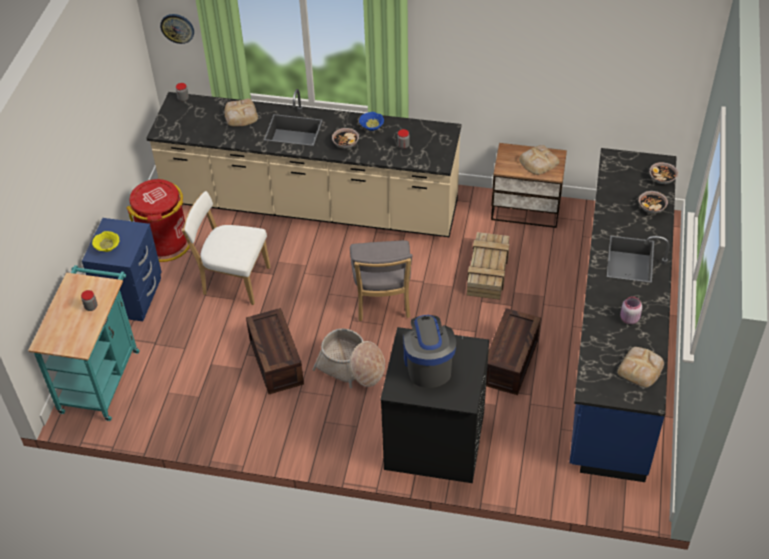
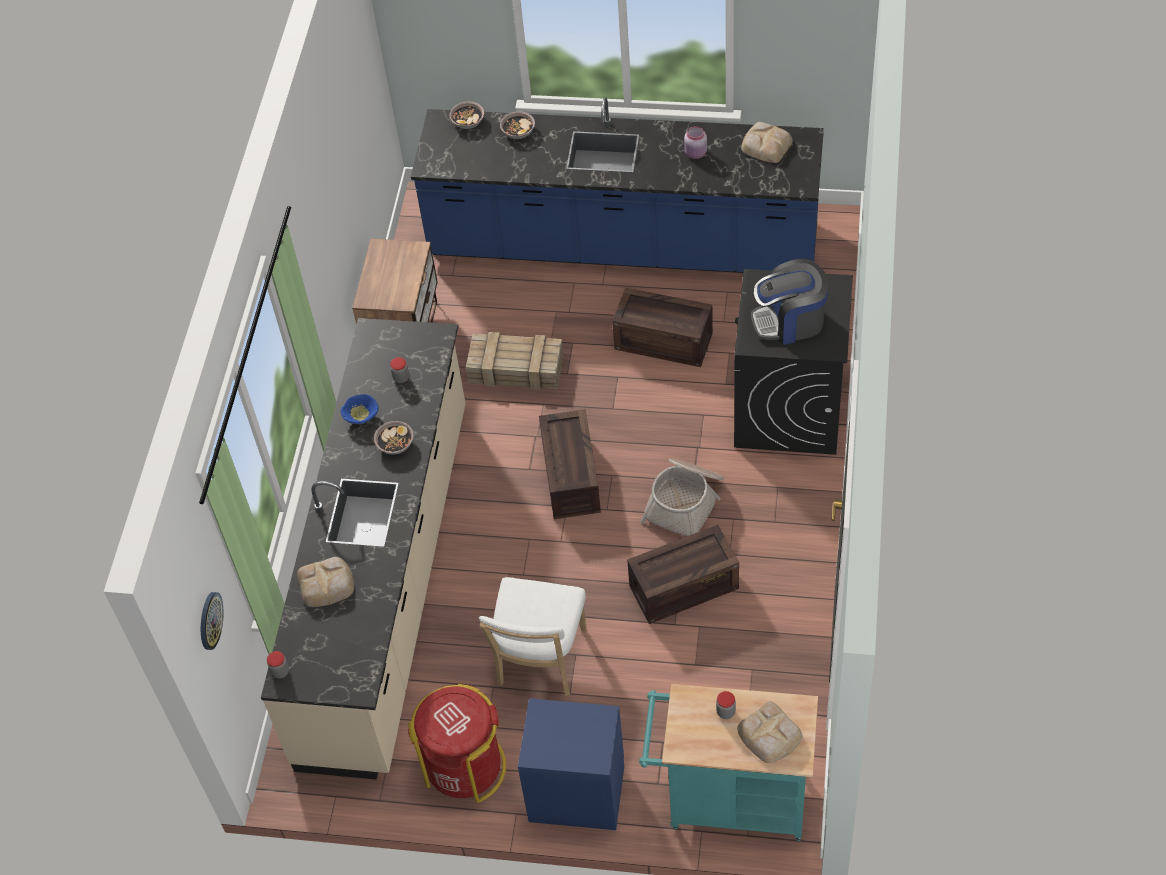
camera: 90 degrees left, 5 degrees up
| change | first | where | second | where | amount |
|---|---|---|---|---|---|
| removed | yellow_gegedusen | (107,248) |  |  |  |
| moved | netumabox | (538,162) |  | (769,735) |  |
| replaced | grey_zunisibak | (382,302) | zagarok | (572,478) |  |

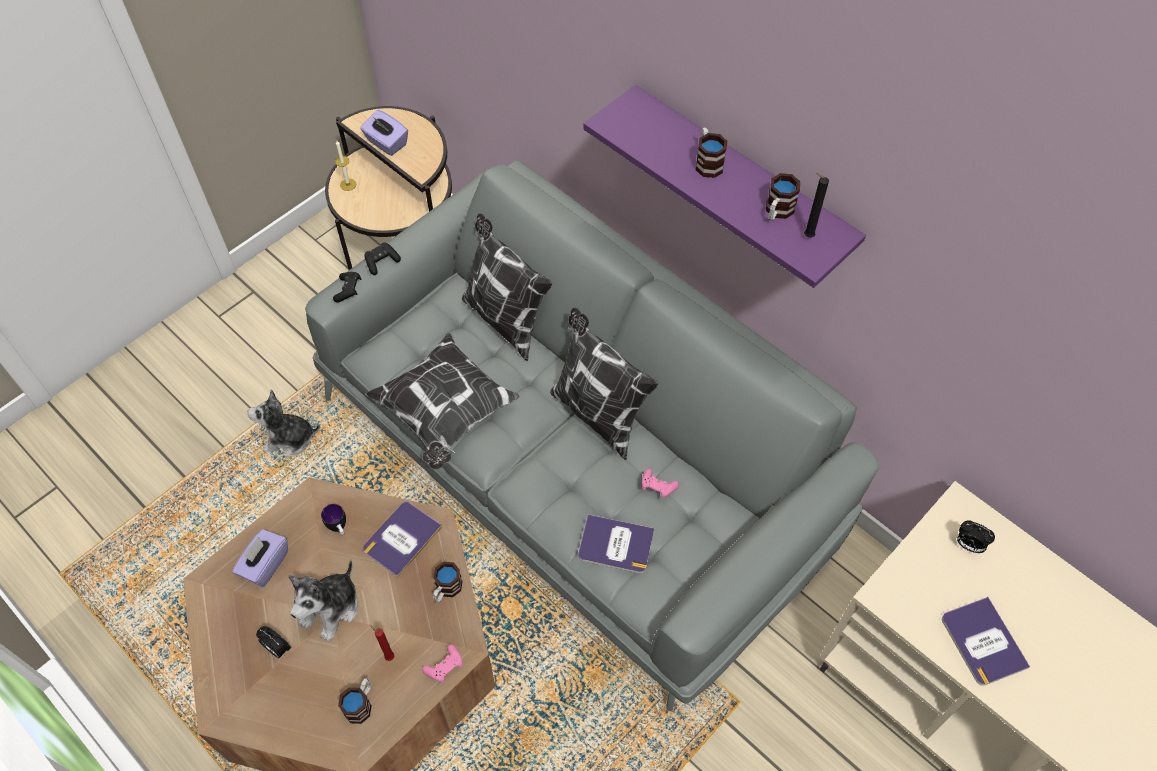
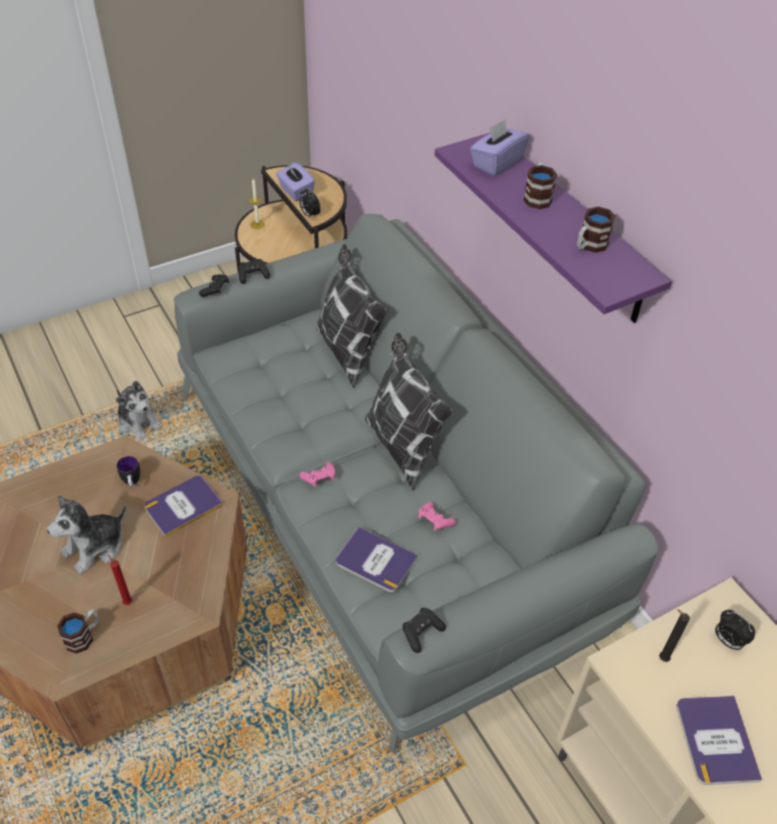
camera: 15 degrees right, 10 degrees down
| change | first | where | second | where | amount |
|---|---|---|---|---|---|
| removed | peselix | (445,413) |  |  |  |
| removed | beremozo | (446,590) |  |  |  |
| added |  |  | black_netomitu | (421,633) |  |
| moved | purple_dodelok | (265,565) |  | (496,163) |  |
| moved | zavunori | (277,648) |  | (309,215) |  |
| moved | pink_netomitu | (445,667) |  | (319,479) |  |
| moved | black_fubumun | (806,236) |  | (661,658) |  |
| turned | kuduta | (289,439) |  | (139,422) | 150 degrees counterclockwise |

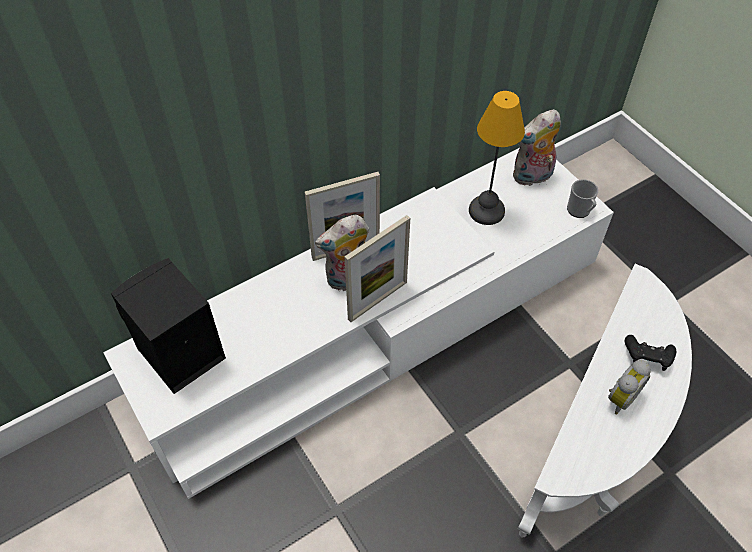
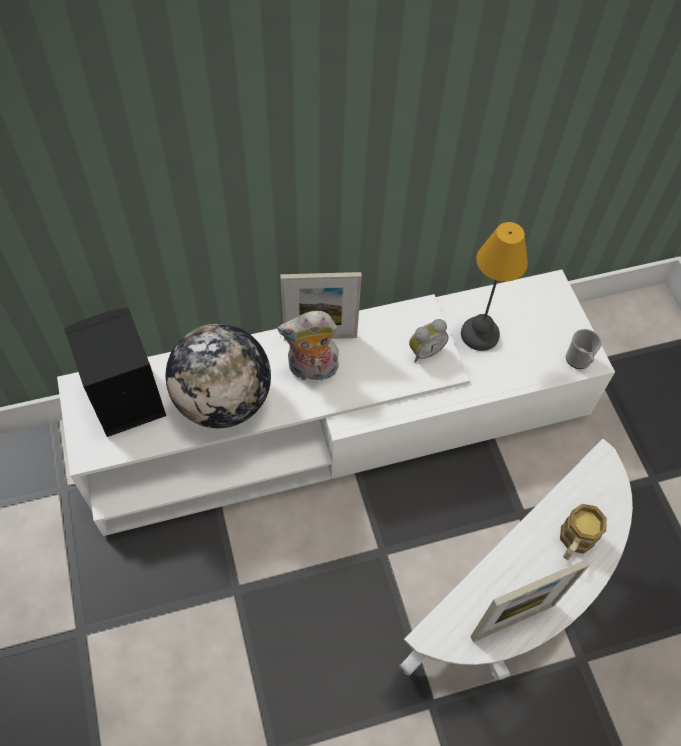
camera: 15 degrees right, 5 degrees up
| change | first | where | second | where | amount |
|---|---|---|---|---|---|
| removed | kuduta | (532,177) |  |  |  |
| added |  |  | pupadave | (223,401) |  |
| moved | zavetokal | (377,300) |  | (512,621) |  |
| moved | zavunori | (619,397) |  | (424,351) |  |
| replaced | black_netomitu | (647,357) | beremozo | (573,542) |  |

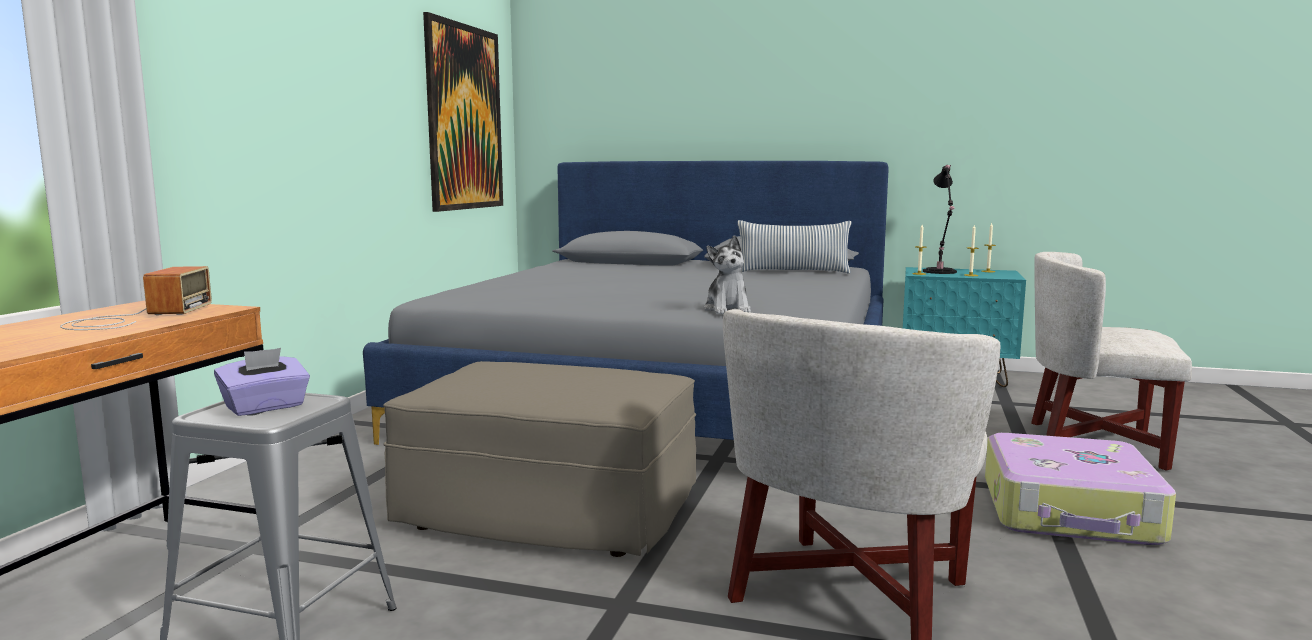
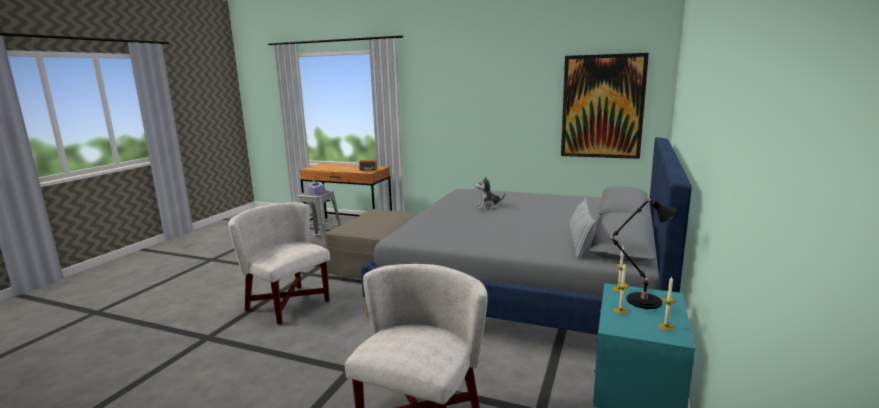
camera: 95 degrees right, 5 degrees up
| change | first | where | second | where | amount |
|---|---|---|---|---|---|
| removed | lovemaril | (1070,512) |  |  |  |
| moved | kuduta | (727,309) |  | (488,206) |  |

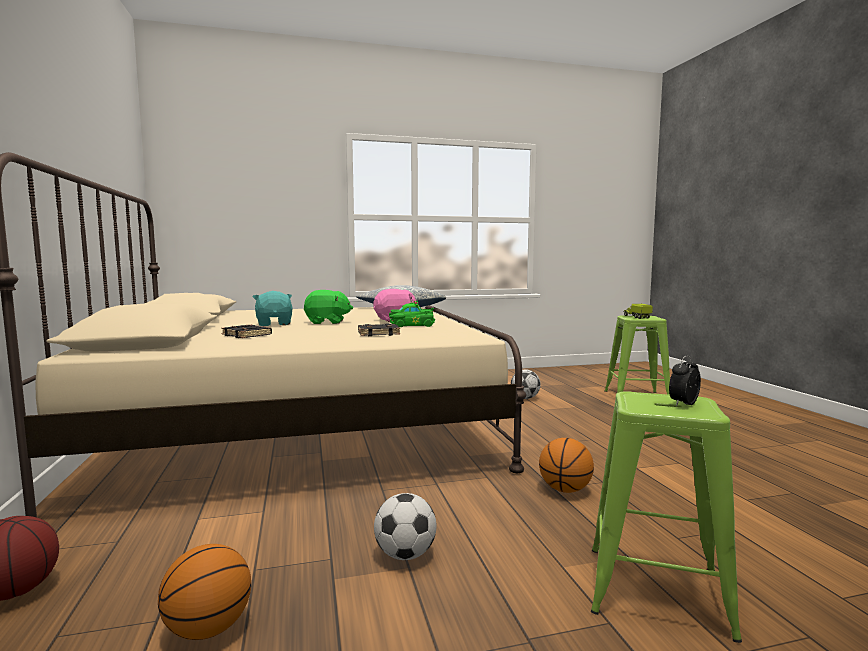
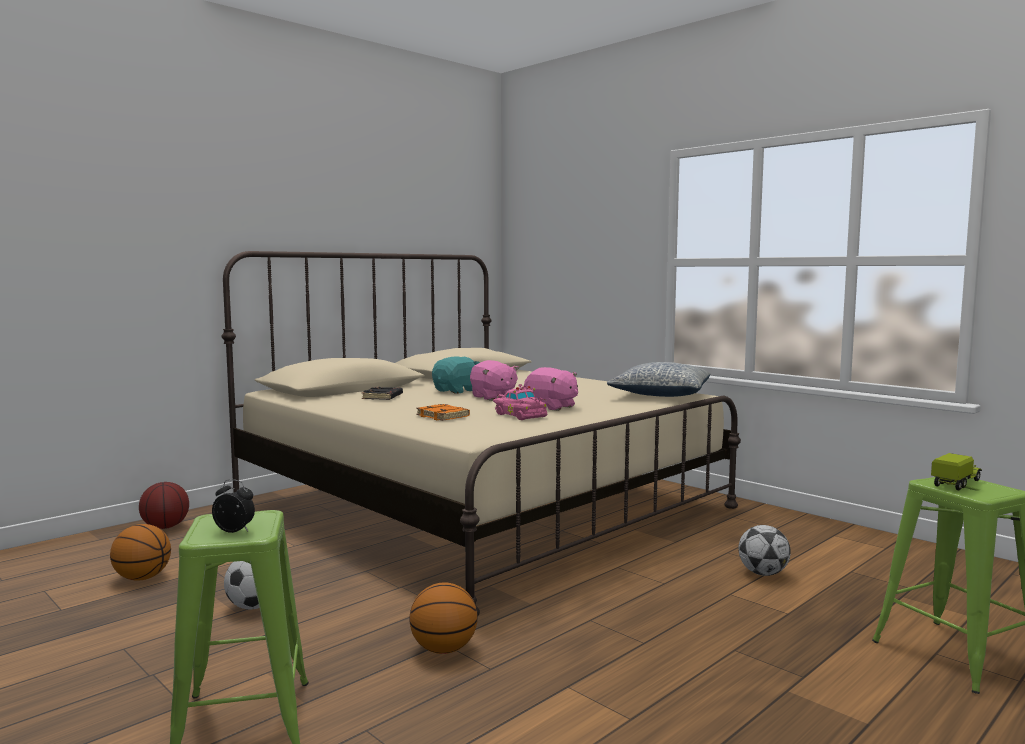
camera: 60 degrees right, 0 degrees up
| change | first | where | second | where | amount |
|---|---|---|---|---|---|
| recoloured | green_kuduta | (327,322) | pink_kuduta | (493,397) |  |
| recoloured | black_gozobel | (379,333) | orange_gozobel | (443,416) |  |
| recoloured | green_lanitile | (410,325) | pink_lanitile | (520,415) |  |

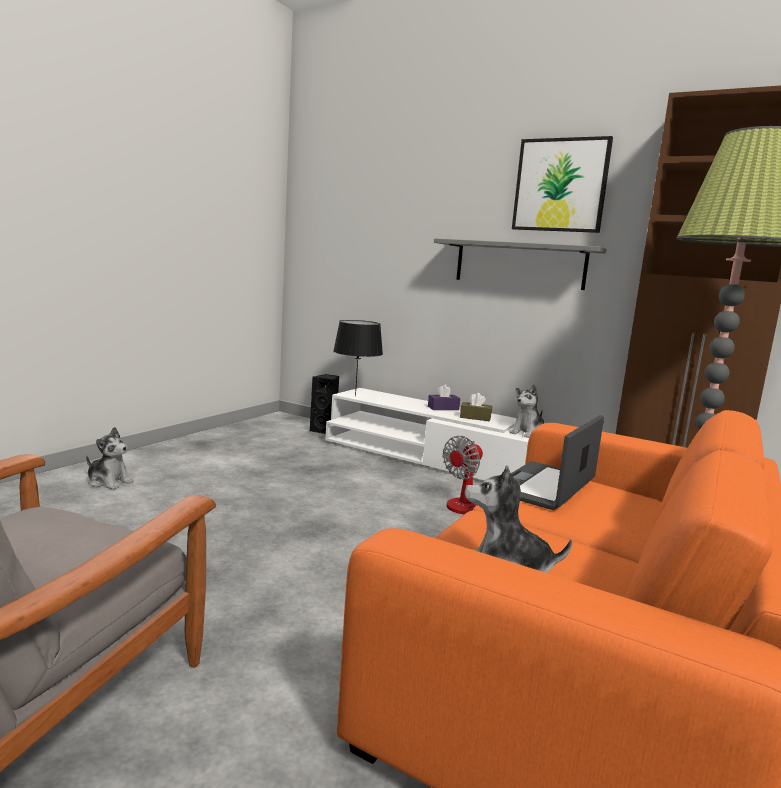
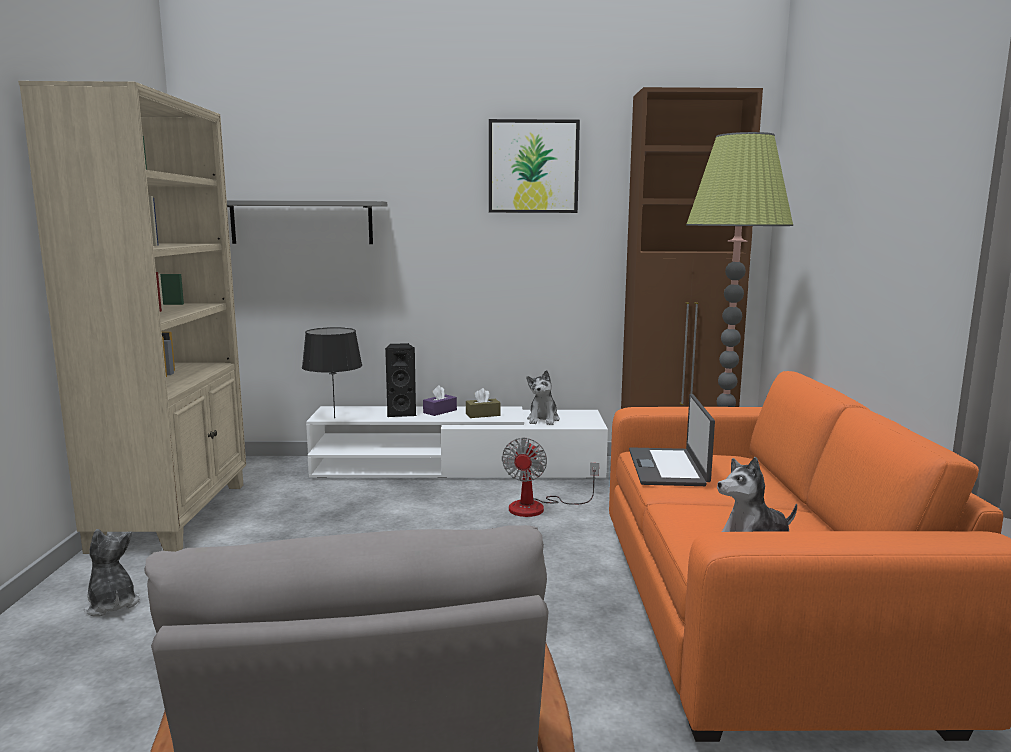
camera: 30 degrees left, 0 degrees up
| change | first | where | second | where | amount |
|---|---|---|---|---|---|
| added |  |  | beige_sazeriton | (175,515) |  |
| moved | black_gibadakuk | (324,431) |  | (401,413) |  |
| moved | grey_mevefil | (519,264) |  | (301,222) |  |
| turned | kuduta | (109,482) |  | (111,604) | 120 degrees counterclockwise |

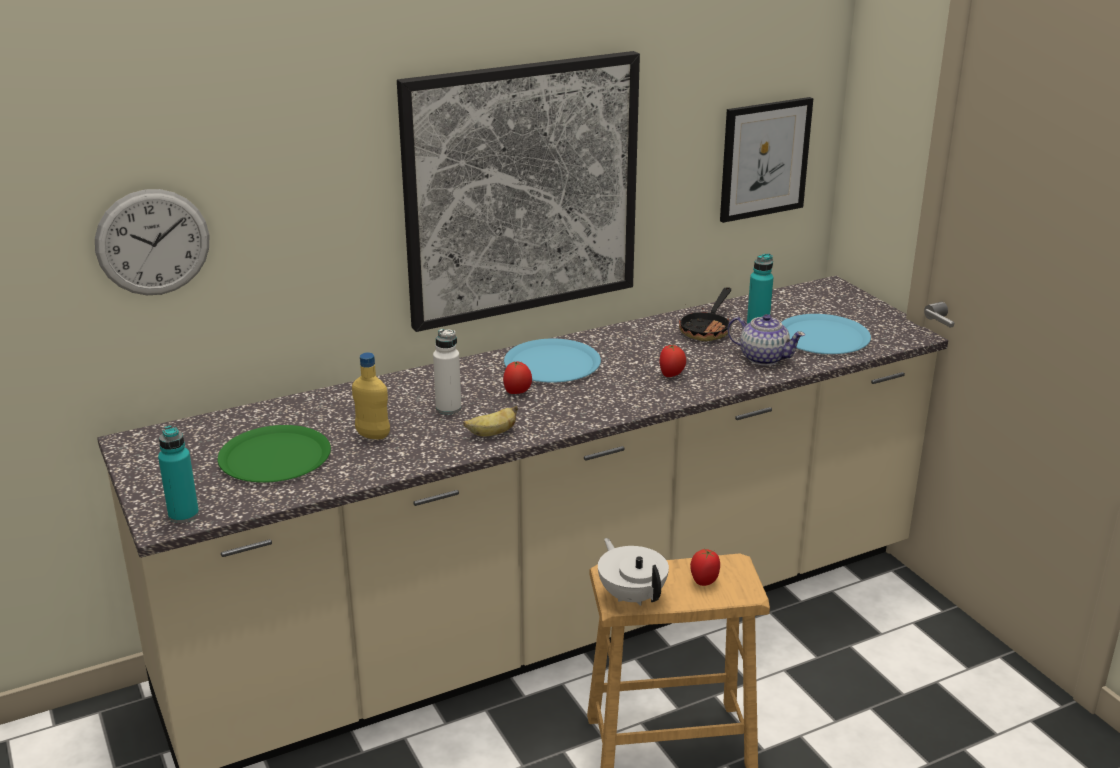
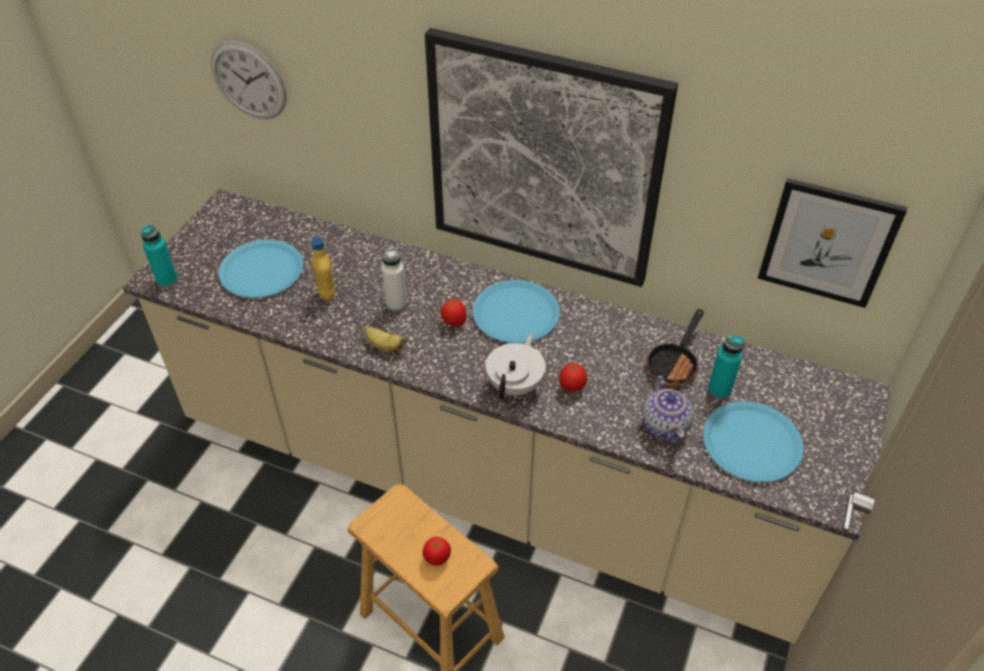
camera: 50 degrees right, 20 degrees up
| change | first | where | second | where | amount |
|---|---|---|---|---|---|
| moved | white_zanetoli | (632,595) |  | (515,385) |  |
| recoloured | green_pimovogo | (274,456) | blue_pimovogo | (261,270) |  |
| turned | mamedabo | (707,329) |  | (674,363) | 45 degrees counterclockwise |

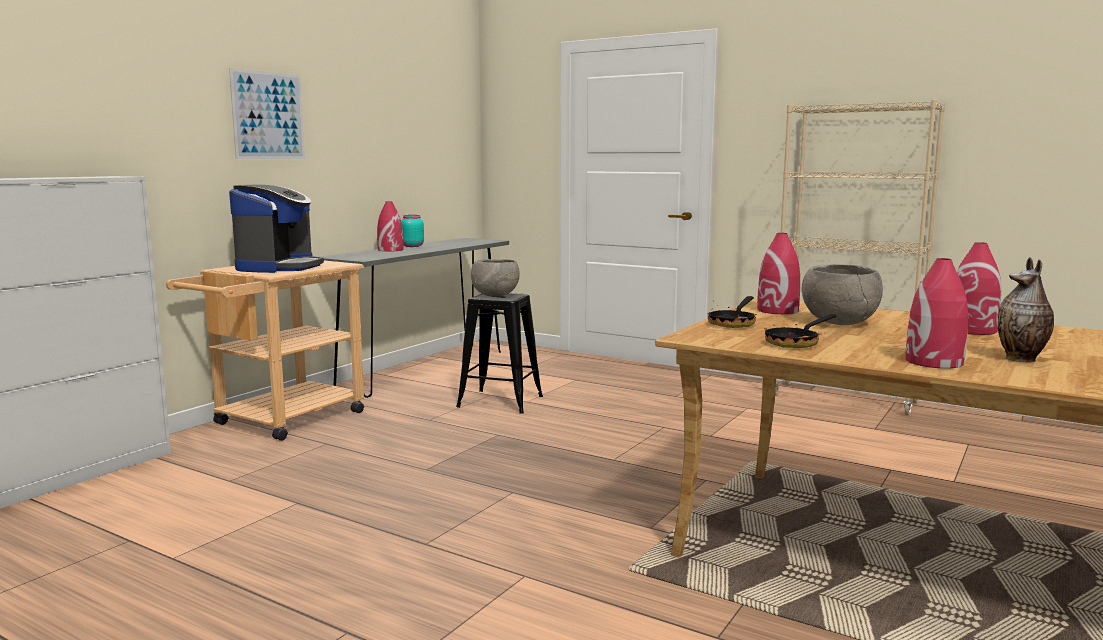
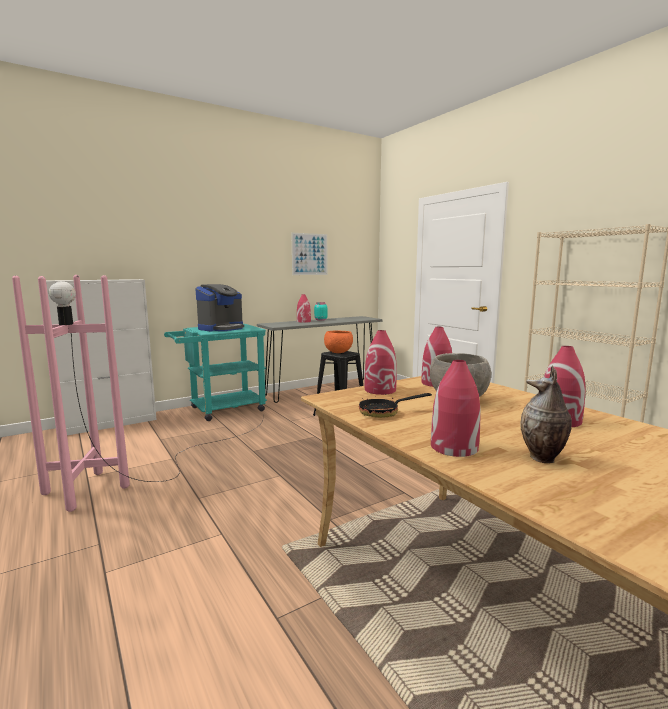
camera: 25 degrees right, 0 degrees up
| change | first | where | second | where | amount |
|---|---|---|---|---|---|
| added |  |  | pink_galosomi | (149,469) |  |
| moved | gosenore | (268,115) |  | (309,254) |  |
| replaced | mamedabo | (734,323) | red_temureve | (380,390) |  |
| recoloured | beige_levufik | (280,421) | turquoise_levufik | (221,410) |  |
| recoloured | grey_gegedusen | (496,296) | orange_gegedusen | (338,352) |  |

